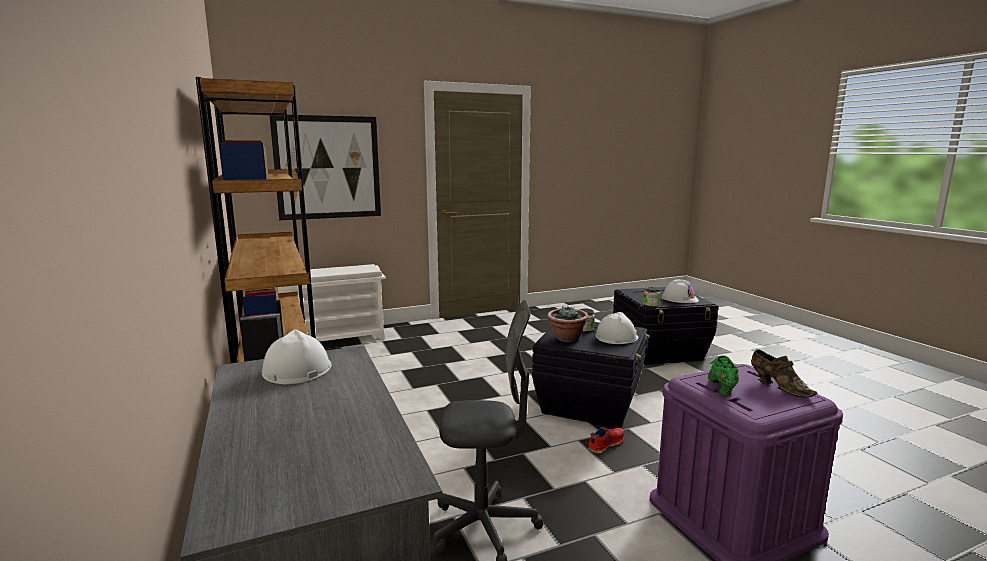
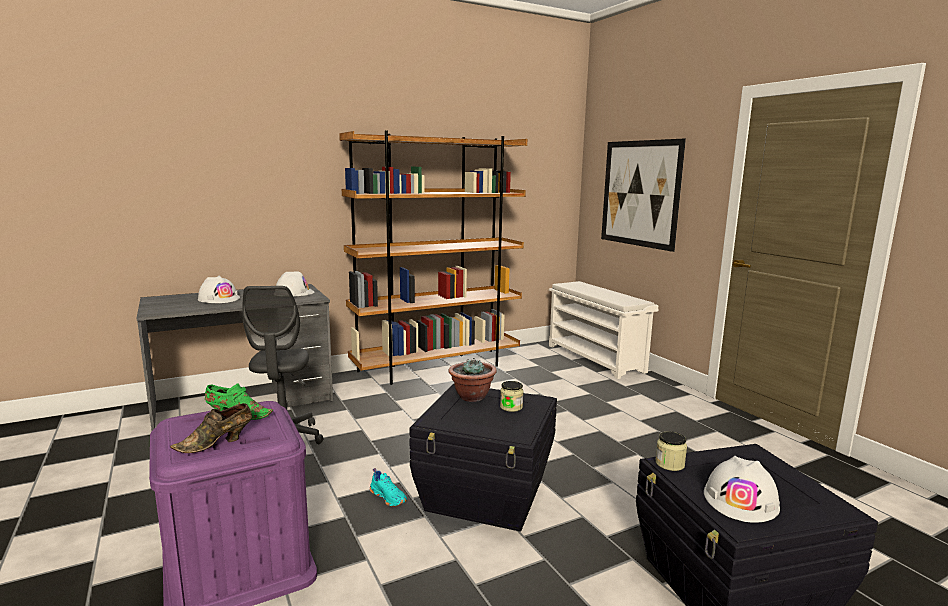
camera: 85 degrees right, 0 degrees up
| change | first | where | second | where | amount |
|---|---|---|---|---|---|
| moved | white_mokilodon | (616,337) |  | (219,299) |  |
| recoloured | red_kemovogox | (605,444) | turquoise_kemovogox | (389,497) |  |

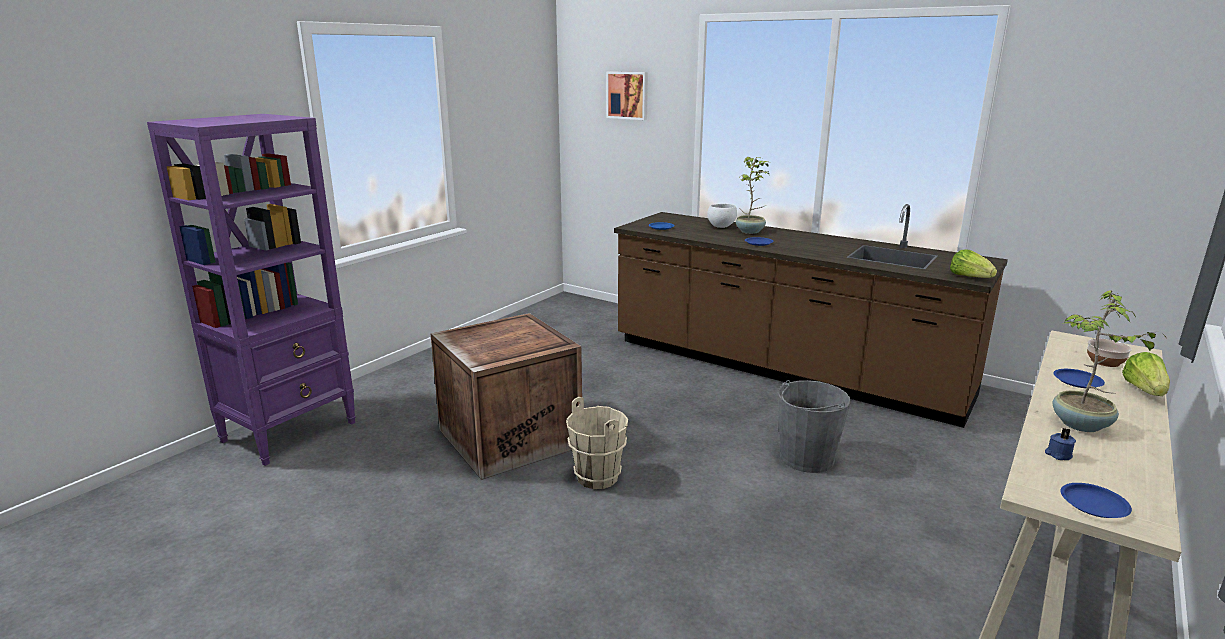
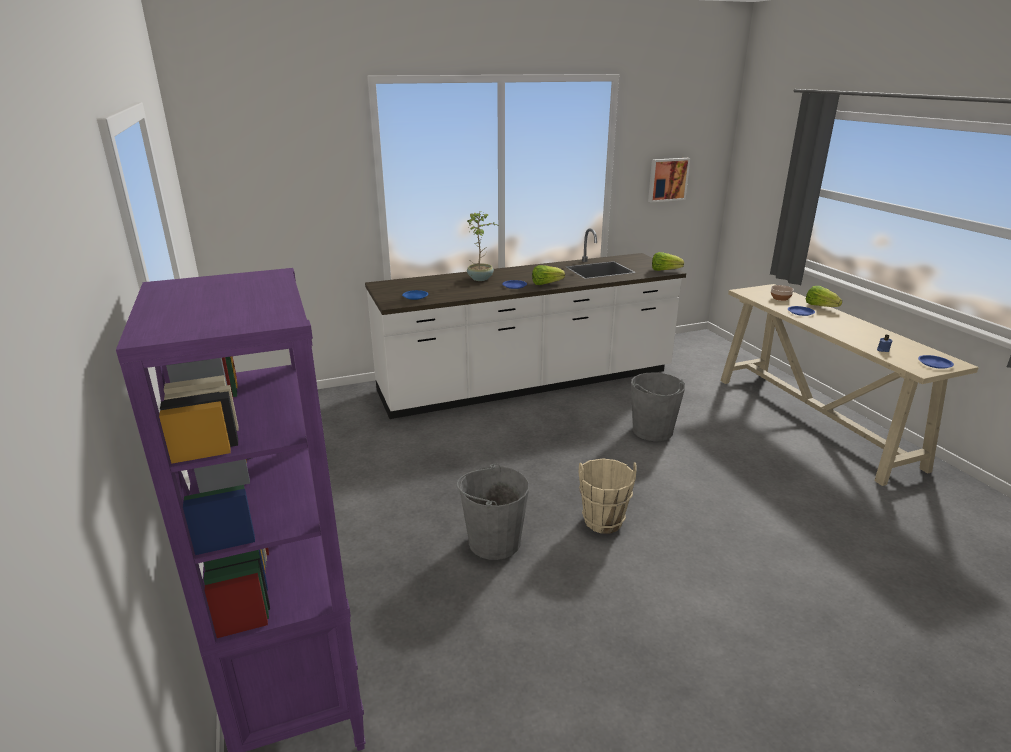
camera: 55 degrees left, 5 degrees up
| change | first | where | second | where | amount |
|---|---|---|---|---|---|
| removed | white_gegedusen | (720,226) |  |  |  |
| removed | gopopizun | (1081,425) |  |  |  |
| added |  |  | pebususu | (546,284) |  |
| moved | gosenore | (628,95) |  | (667,179) |  |
| replaced | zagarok | (510,437) | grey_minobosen | (494,542) |  |
| recoloured | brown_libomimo | (783,368) | white_libomimo | (527,383) |  |

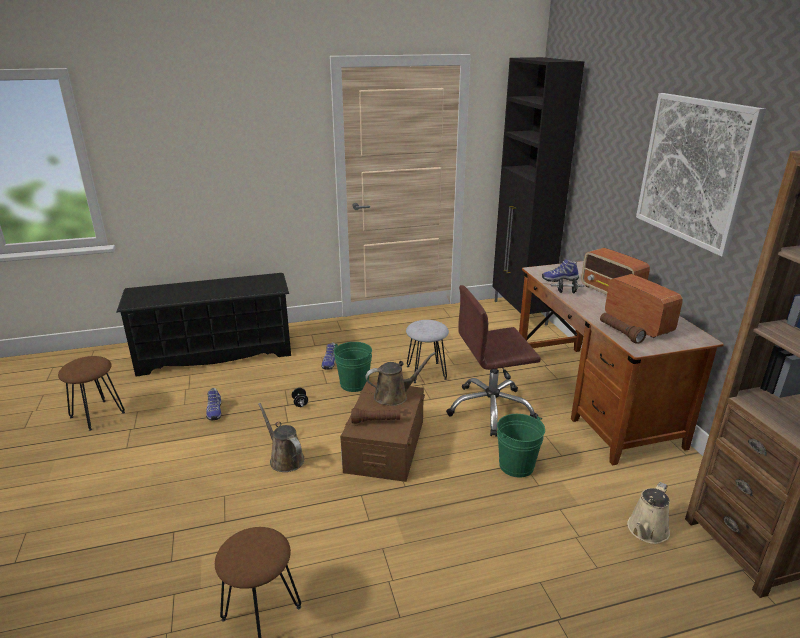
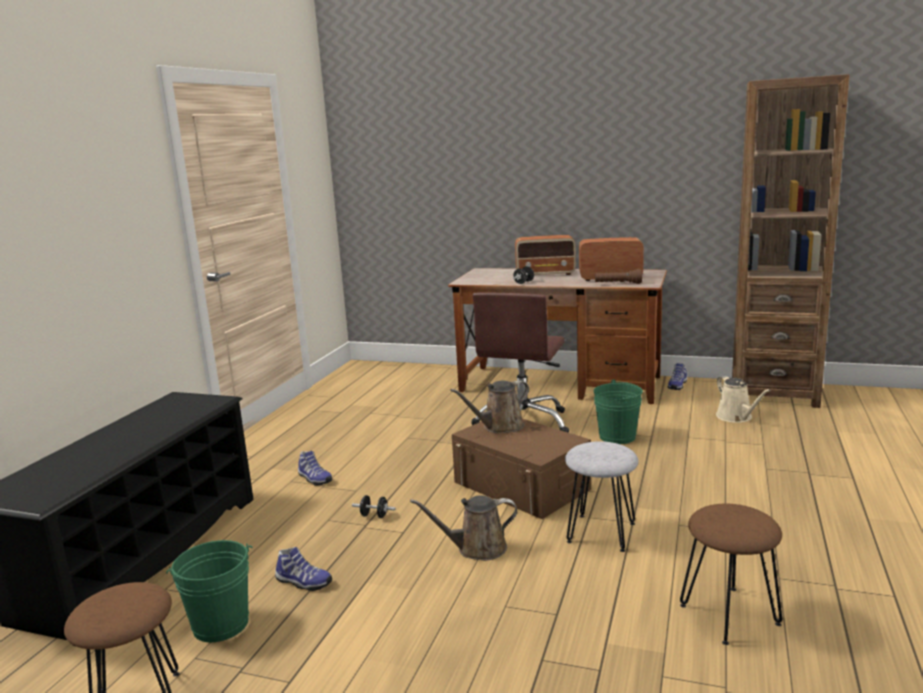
camera: 55 degrees left, 10 degrees down
| change | first | where | second | where | amount |
|---|---|---|---|---|---|
| removed | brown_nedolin | (376,421) |  |  |  |
| removed | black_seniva | (520,313) |  |  |  |
| removed | gosenore | (694,170) |  |  |  |
| moved | green_minobosen | (354,384) |  | (220,624) |  |
| moved | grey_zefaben | (426,372) |  | (601,532) |  |
| moved | kemovogox | (559,279) |  | (677,385) |  |
| turned | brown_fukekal | (394,396) |  | (499,427) | 135 degrees counterclockwise |

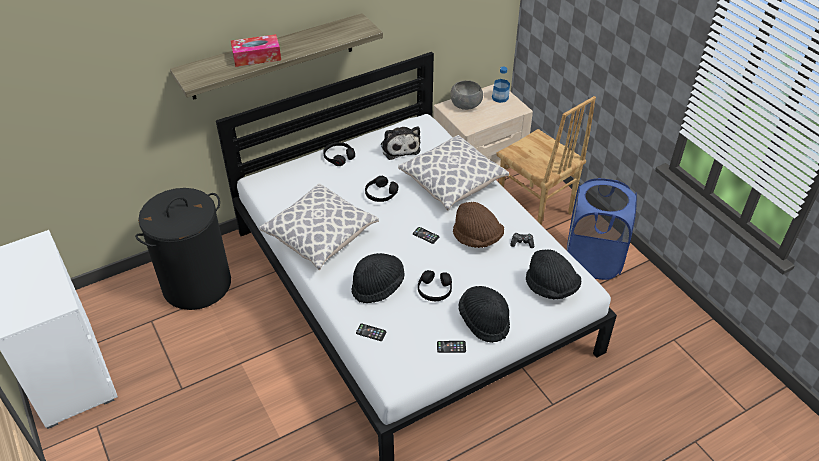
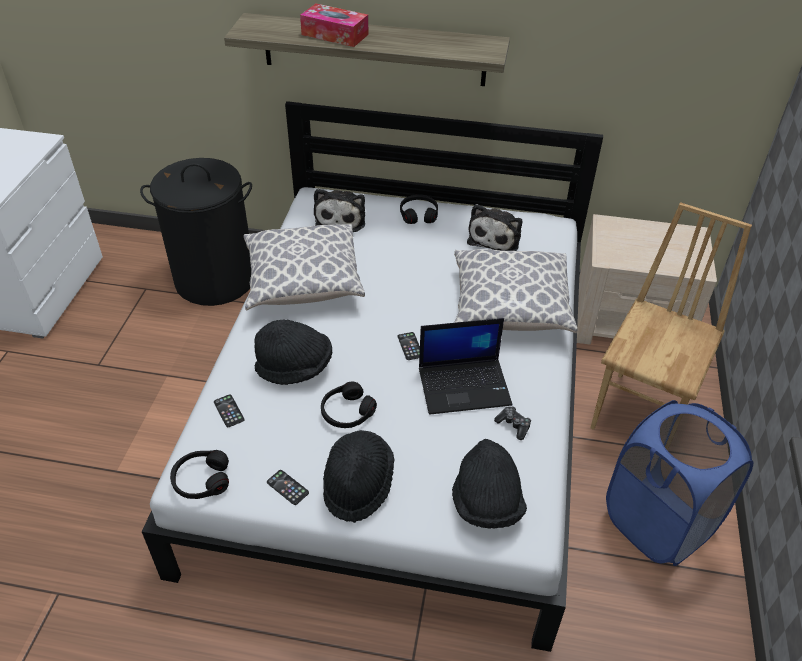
camera: 40 degrees right, 0 degrees up
| change | first | where | second | where | amount |
|---|---|---|---|---|---|
| removed | grey_gegedusen | (465,104) |  |  |  |
| removed | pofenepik | (500,97) |  |  |  |
| added |  |  | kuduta | (341,218) |  |
| moved | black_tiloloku | (381,194) |  | (201,480) |  |
| replaced | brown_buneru | (477,238) | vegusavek | (465,385) |  |
| turned | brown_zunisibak | (534,210) |  | (642,415) | 150 degrees counterclockwise |

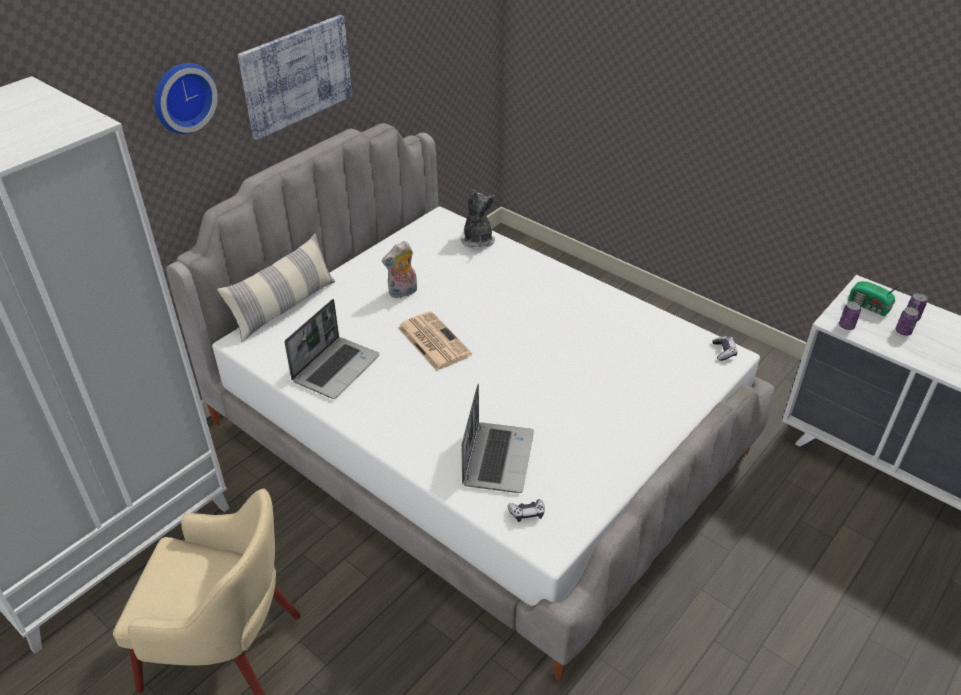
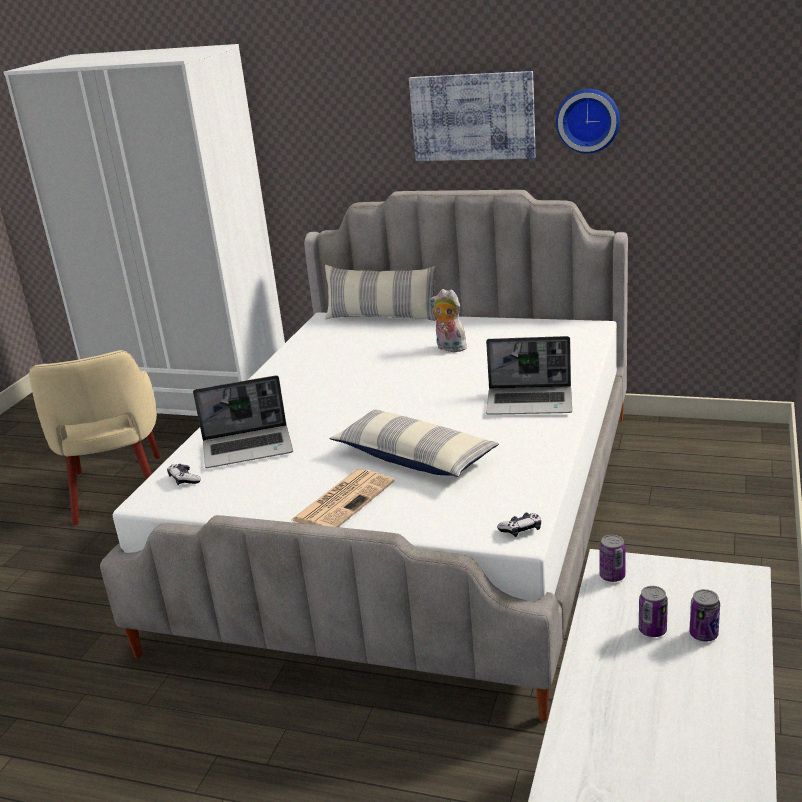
camera: 70 degrees right, 15 degrees down
| change | first | where | second | where | amount |
|---|---|---|---|---|---|
| removed | kuduta | (477,240) |  |  |  |
| removed | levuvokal | (869,307) |  |  |  |
| added |  |  | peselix | (414,457) |  |
| moved | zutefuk | (182,97) |  | (588,120) |  |
| moved | vegusavek | (336,368) |  | (530,402) |  |
| moved | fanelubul | (432,341) |  | (343,500) |  |

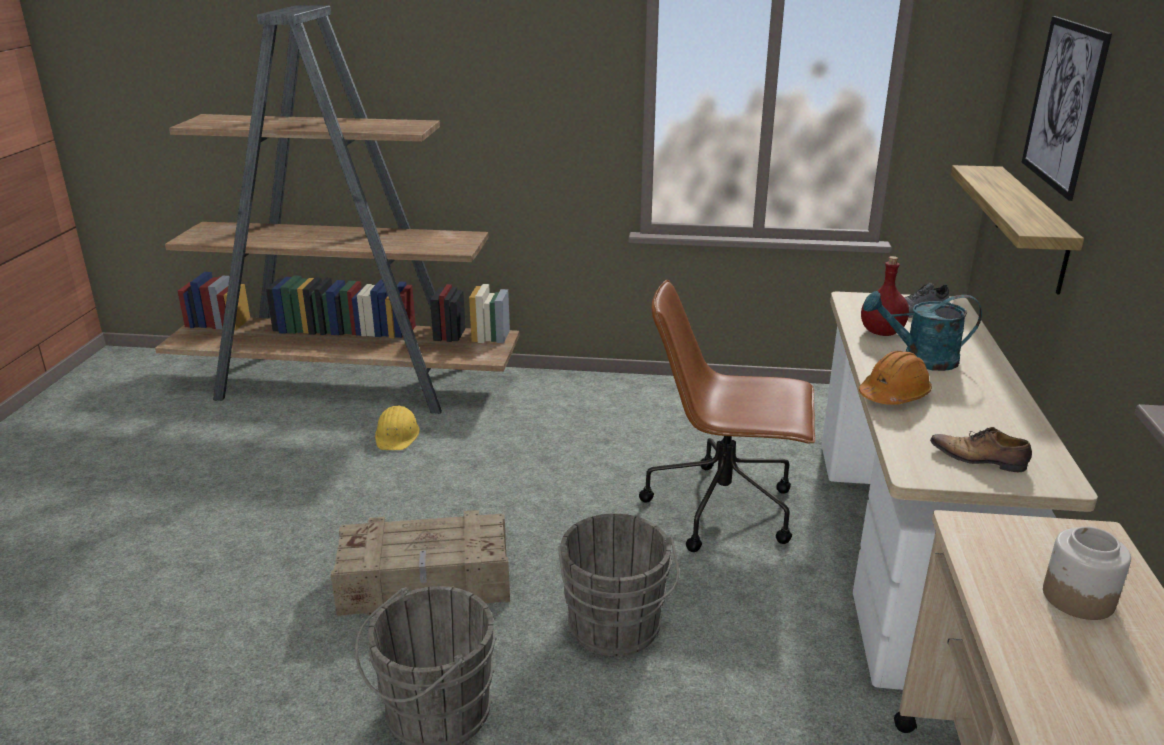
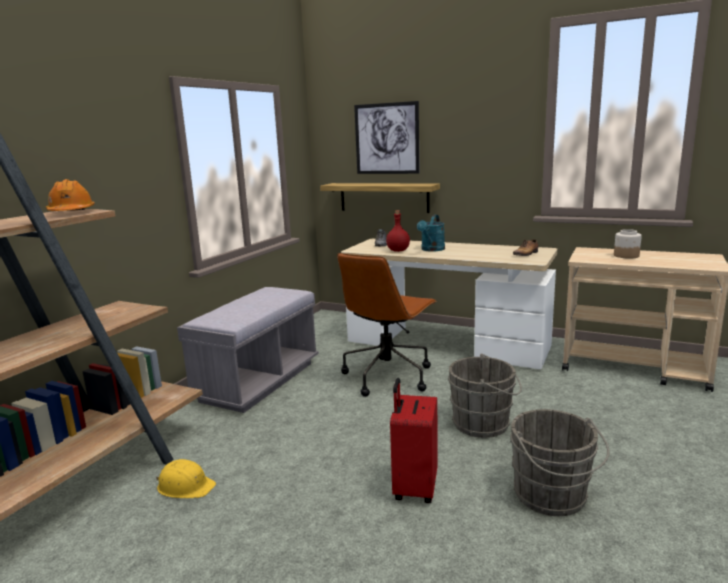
camera: 70 degrees left, 10 degrees down
| change | first | where | second | where | amount |
|---|---|---|---|---|---|
| added |  |  | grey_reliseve | (258,382) |  |
| moved | orange_mokilodon | (894,395) |  | (71,213) |  |
| replaced | zagarok | (426,584) | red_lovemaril | (414,488) |  |

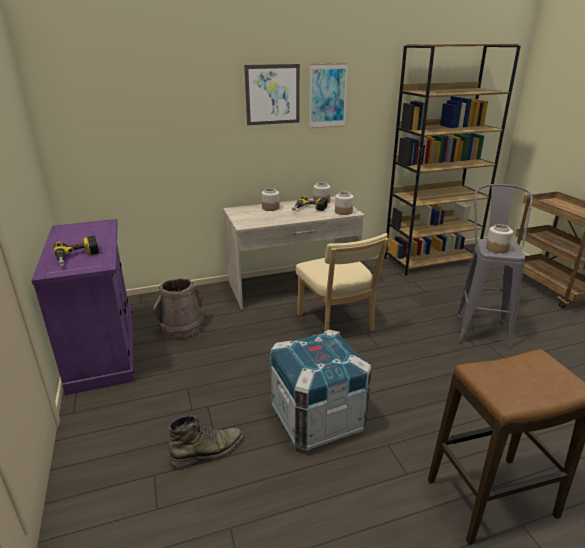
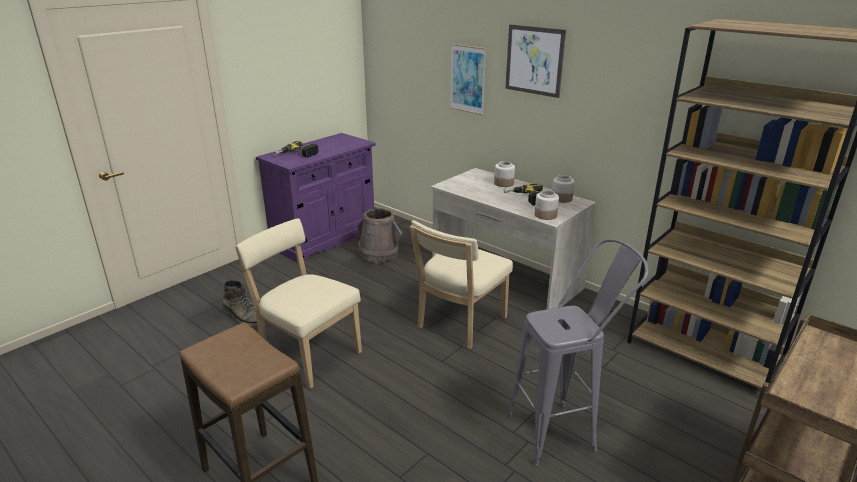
camera: 60 degrees right, 0 degrees up
| change | first | where | second | where | amount |
|---|---|---|---|---|---|
| removed | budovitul | (497,248) |  |  |  |
| moved | gosenore | (327,96) |  | (468,79) |  |
| replaced | zagarok | (317,418) | beige_zunisibak | (308,354) |  |

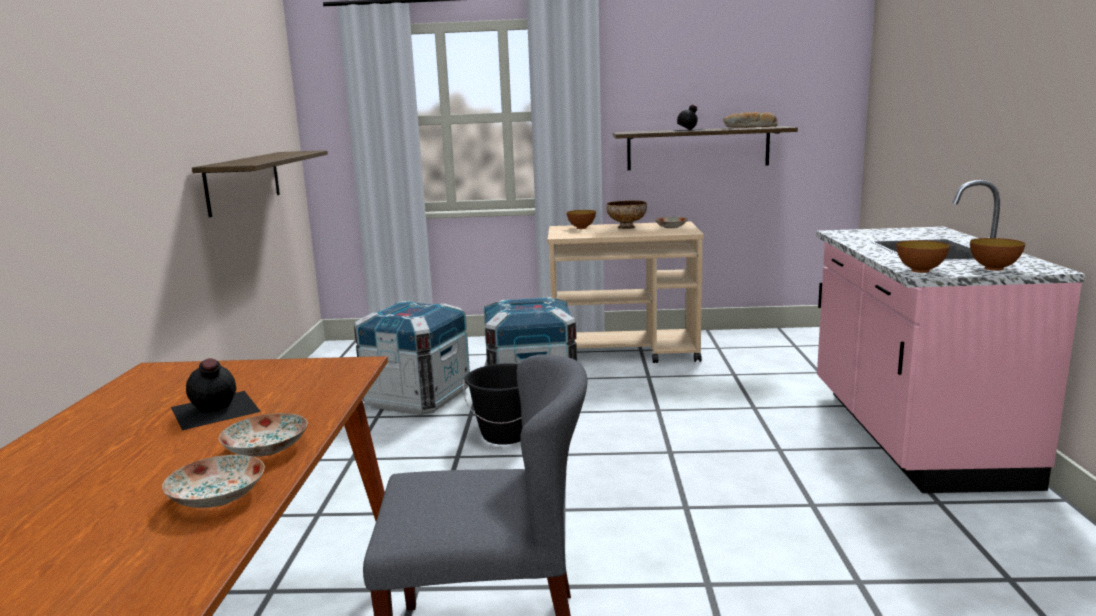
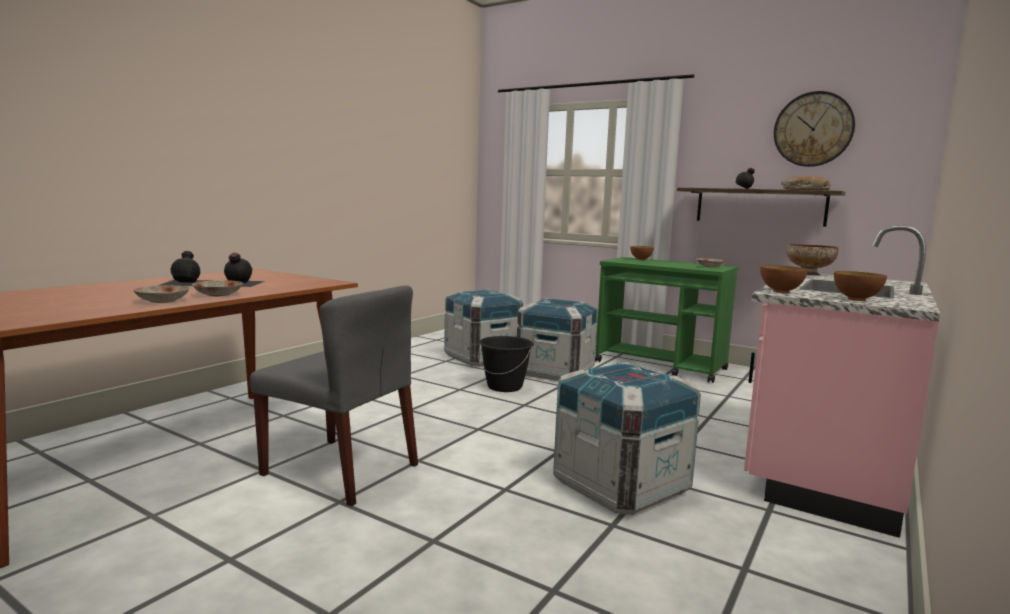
camera: 30 degrees right, 5 degrees down
| change | first | where | second | where | amount |
|---|---|---|---|---|---|
| removed | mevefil | (244,182) |  |  |  |
| added |  |  | black_pofenepik | (188,282) |  |
| added |  |  | zagarok | (620,486) |  |
| added |  |  | zutefuk | (813,129) |  |
| moved | gegedusen | (627,227) |  | (809,274) |  |
| recoloured | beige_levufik | (625,352) | green_levufik | (661,366) |  |

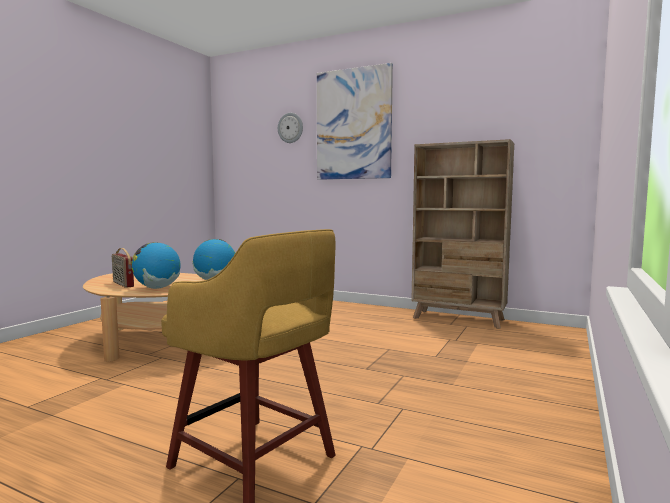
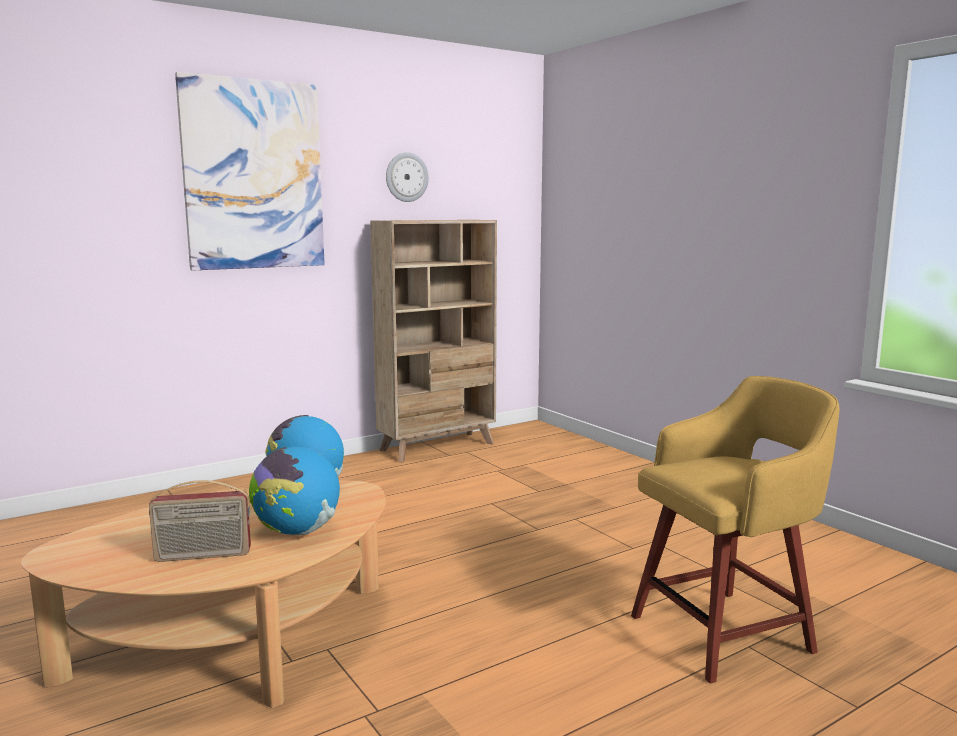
camera: 60 degrees left, 5 degrees up
| change | first | where | second | where | amount |
|---|---|---|---|---|---|
| moved | zutefuk | (290,128) |  | (406,177) |  |

